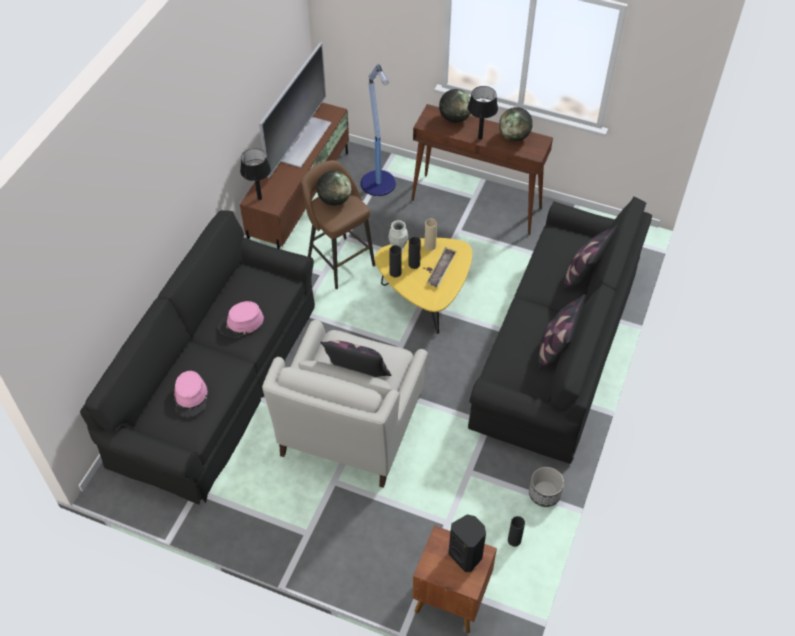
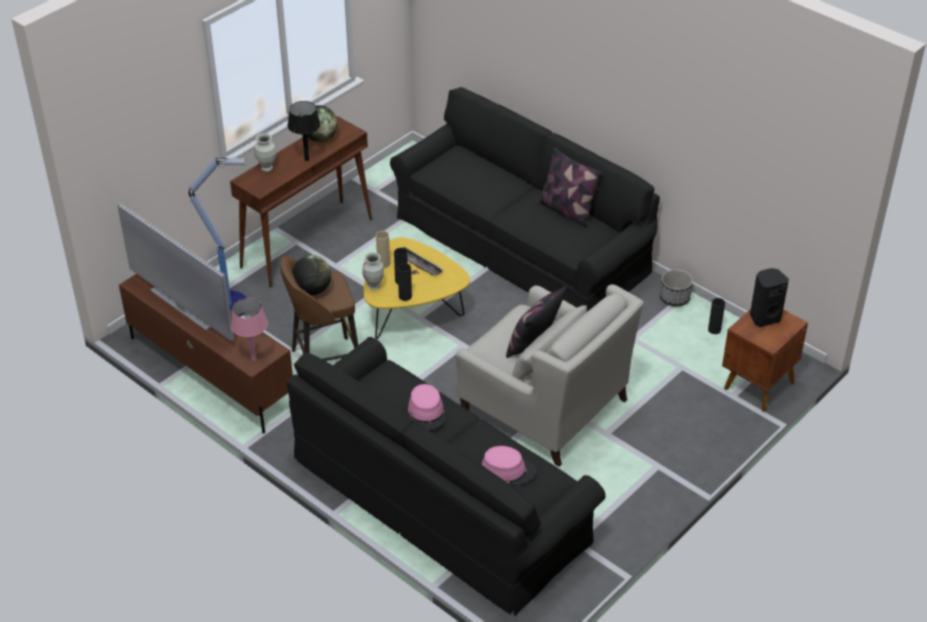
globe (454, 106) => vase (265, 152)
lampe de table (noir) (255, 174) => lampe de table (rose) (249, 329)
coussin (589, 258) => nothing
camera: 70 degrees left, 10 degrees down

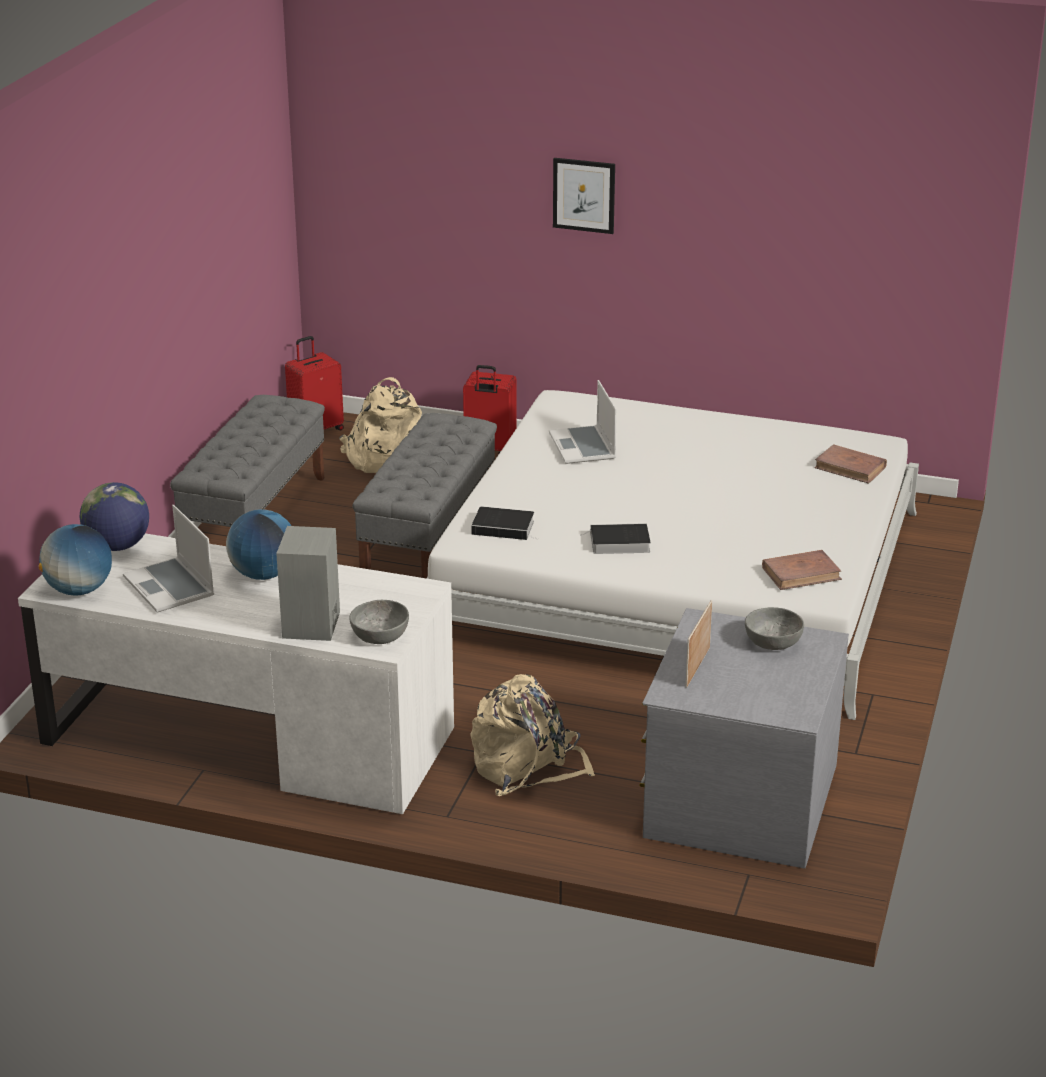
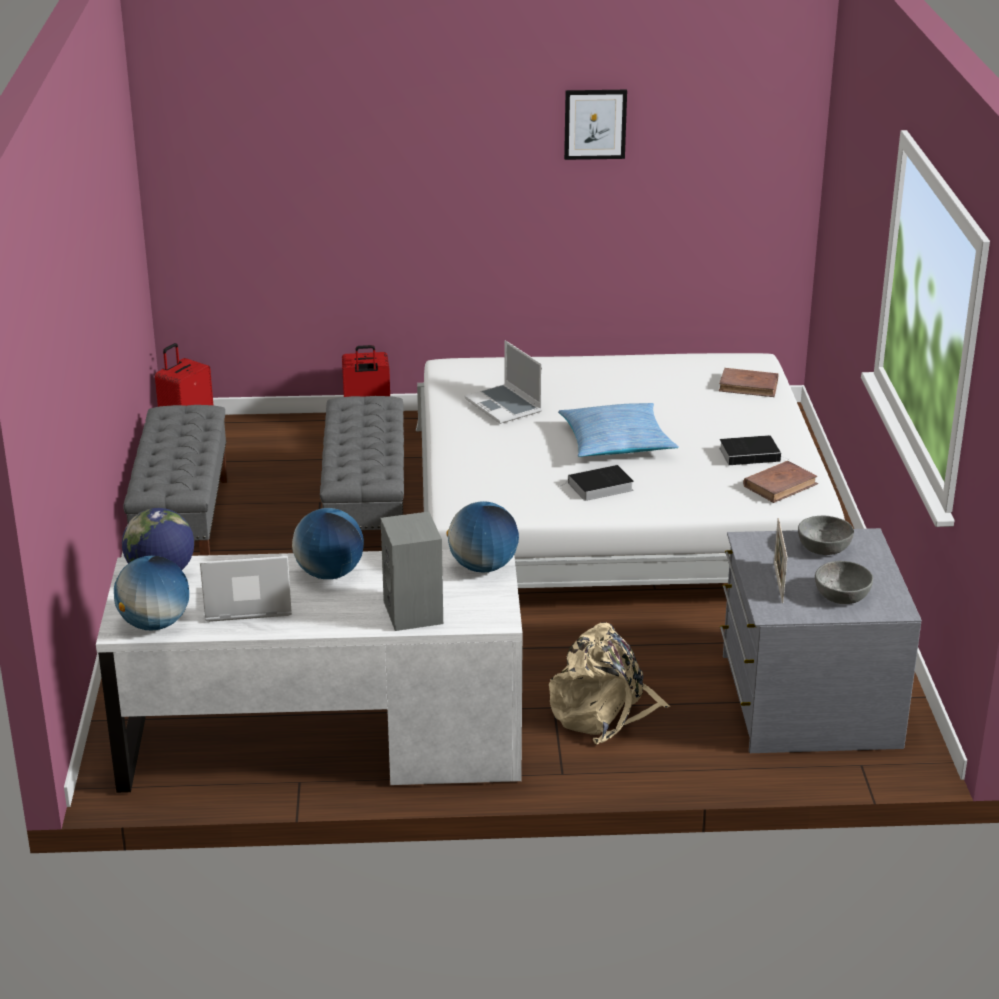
tableau (584, 196) => tableau (595, 125), shifted
sac à dos (beige) (380, 425) => nothing
ordinateur portable (168, 559) => ordinateur portable (246, 589), 135 degrees clockwise
livre (504, 523) => livre (754, 450), shifted
bol (gris) (379, 622) => bol (gris) (844, 582), shifted
nothing => coussin (618, 430)
nothing => globe (482, 537)
camera: 20 degrees left, 0 degrees up

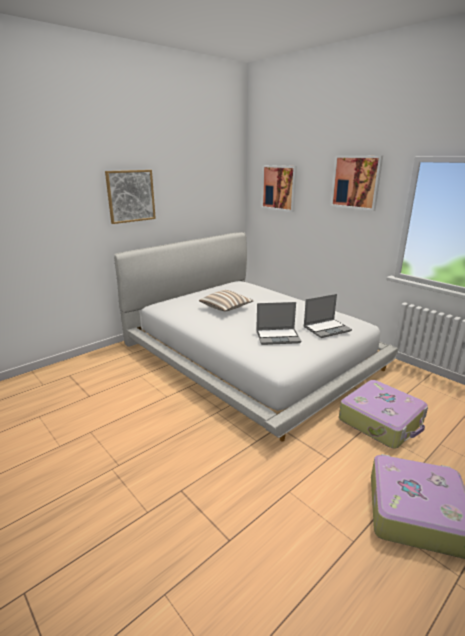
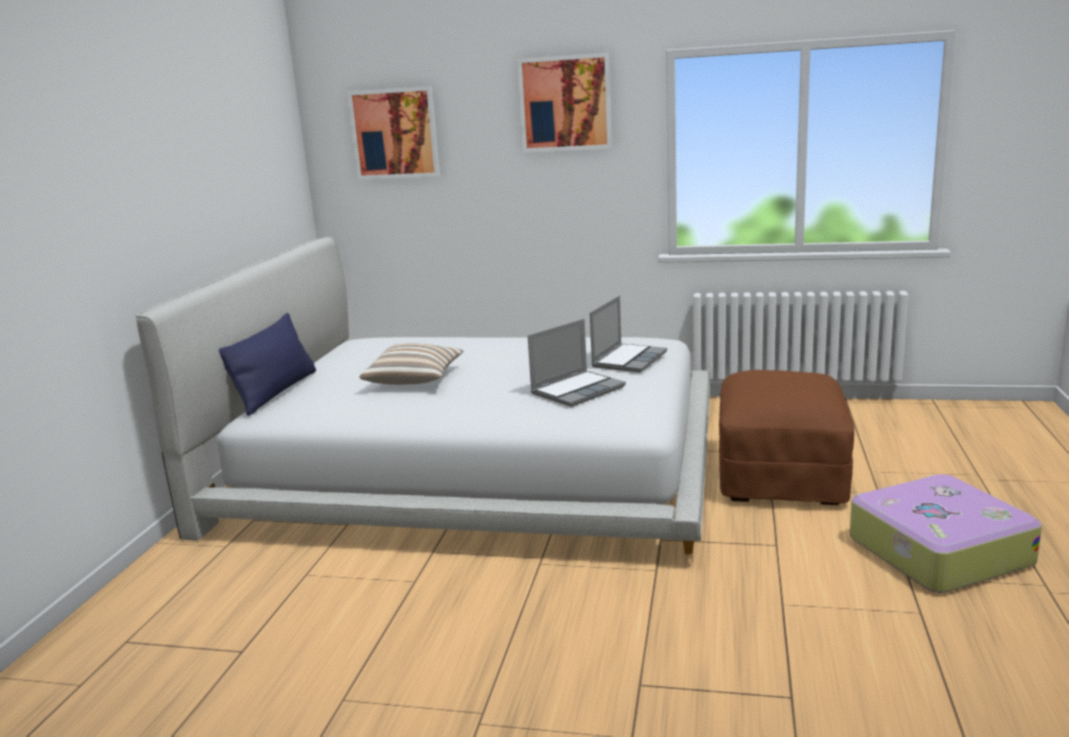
tableau (130, 197) => nothing
valise (383, 414) => pouf (marron) (786, 437)
nothing => coussin (bleu) (267, 364)
camera: 35 degrees left, 5 degrees down

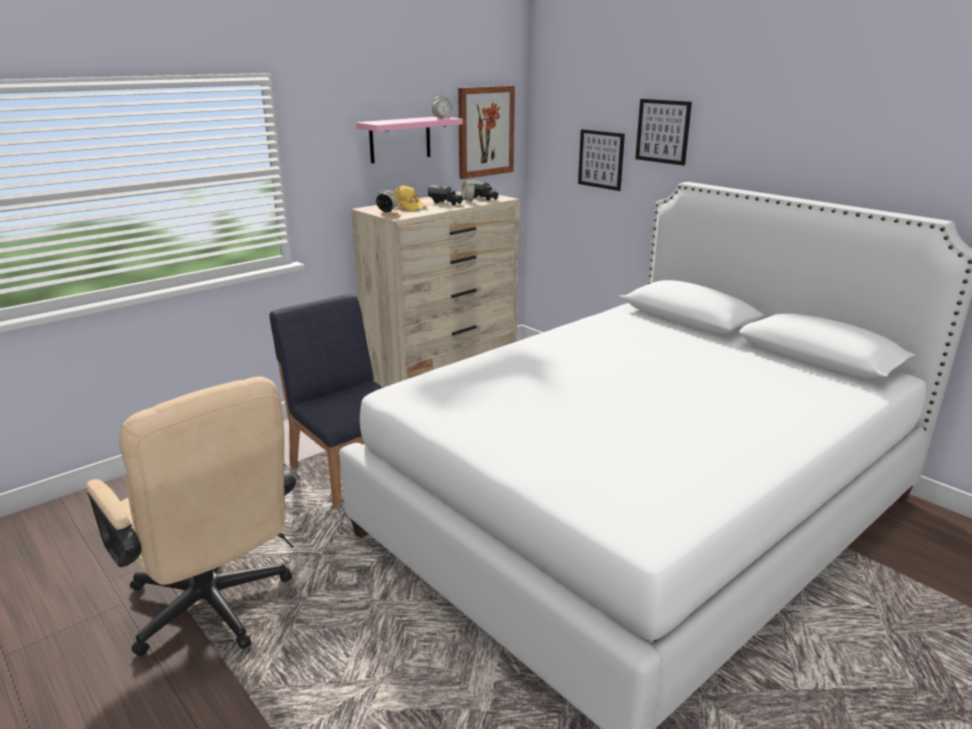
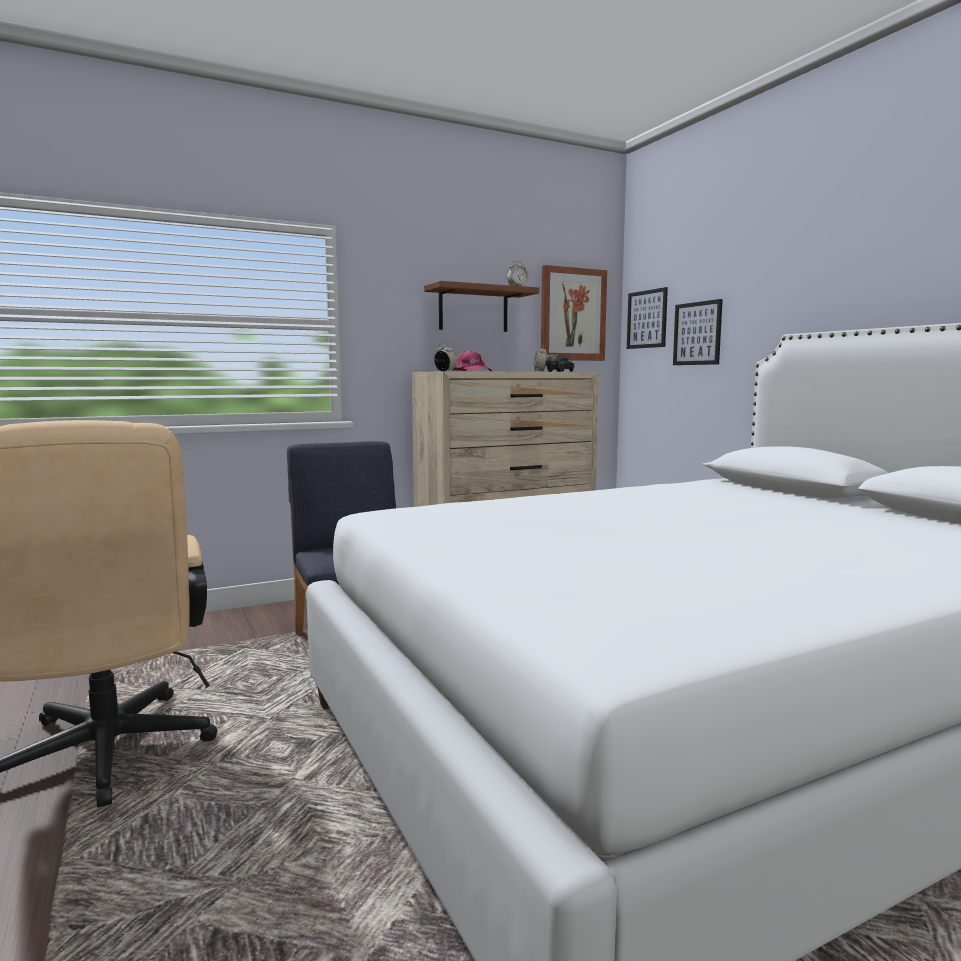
tableau (663, 132) => tableau (647, 318), shifted
étagère (rose) (409, 139) => étagère (marron) (481, 306)
casquette (jaune) (411, 197) => casquette (rose) (472, 360)
camion jouet (446, 195) => nothing
camera: 15 degrees right, 15 degrees down

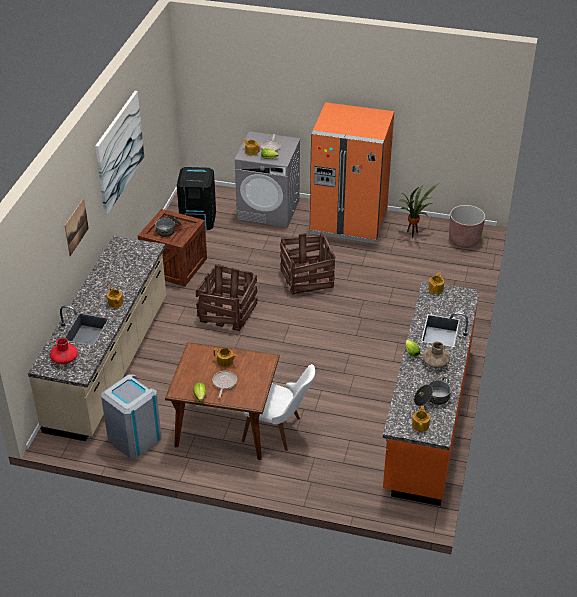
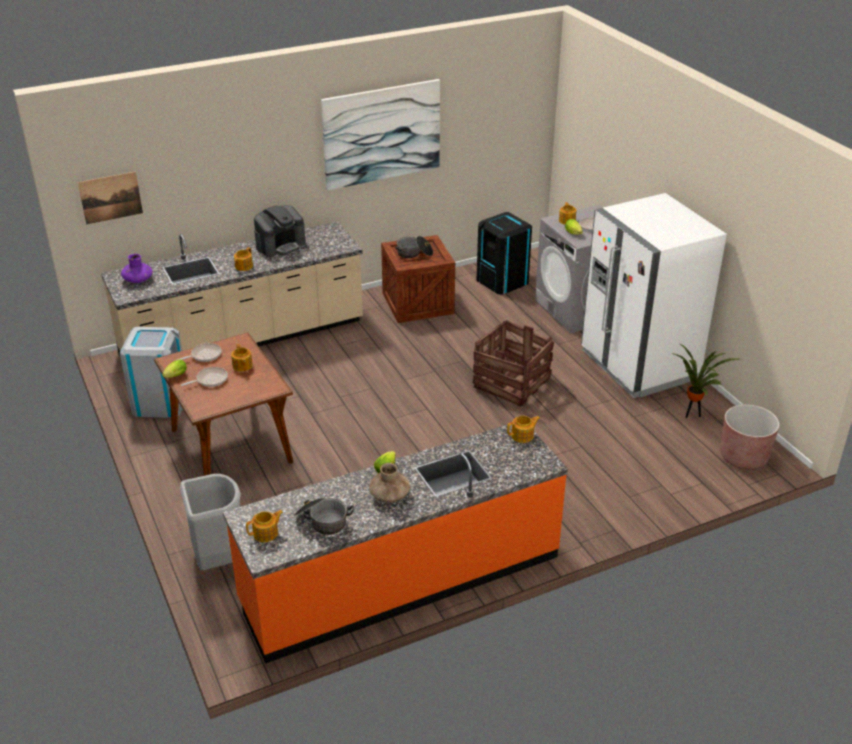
réfrigérateur (orange) (352, 173) => réfrigérateur (blanc) (654, 295)
tableau (76, 227) => tableau (110, 198), shifted
caisse (226, 297) => nothing
vase (rouge) (64, 351) => vase (violet) (137, 268)
chaise (blanc) (278, 407) => nothing
nothing => machine à café (280, 231)
nothing => poêle (199, 352)
nothing => poubelle (gris) (210, 522)
camera: 50 degrees right, 5 degrees down

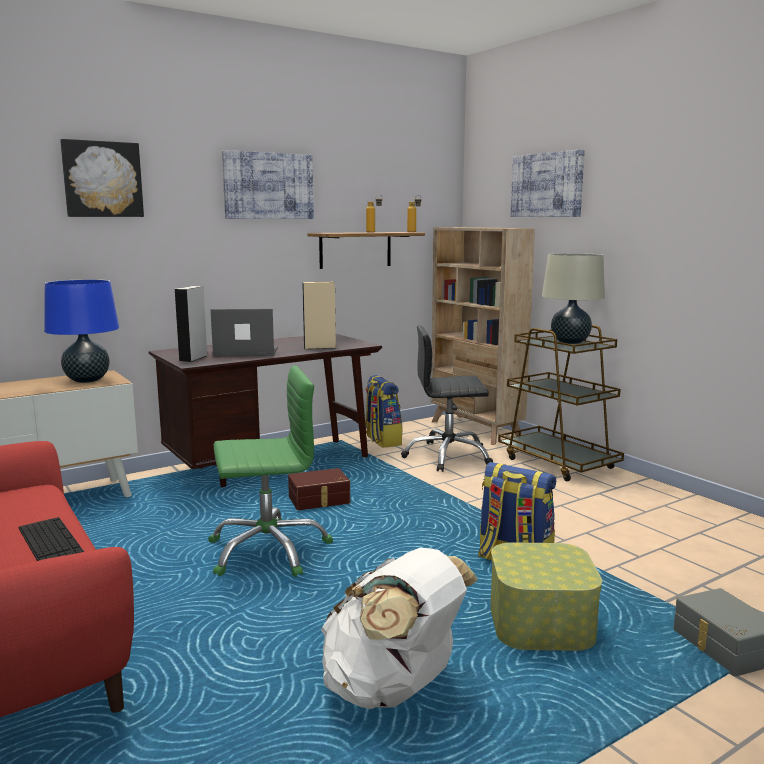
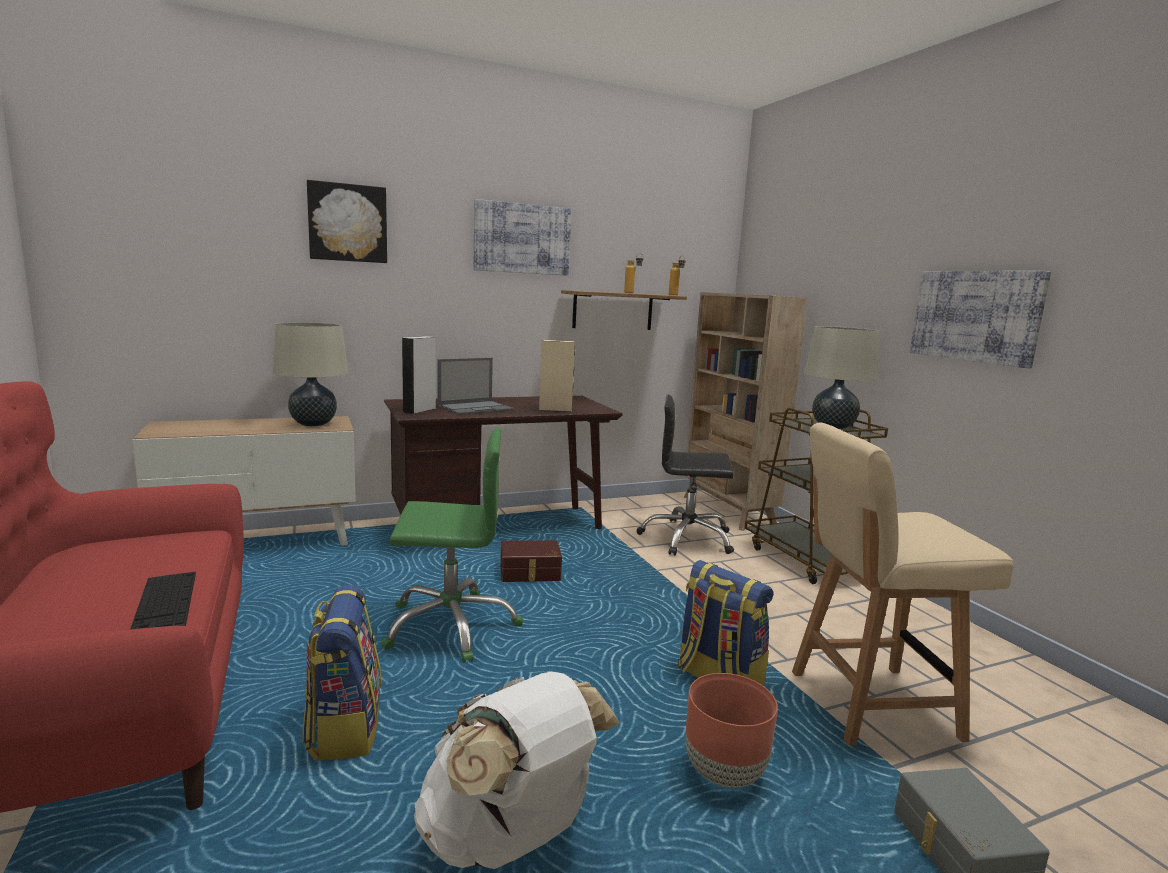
tableau (547, 183) => tableau (980, 319), shifted
lampe de table (bleu) (81, 331) => lampe de table (beige) (310, 374)
ordinateur portable (244, 332) => ordinateur portable (476, 386), 135 degrees clockwise
sac à dos (383, 411) => sac à dos (341, 673), shifted
boîte de rangement (546, 597) => cache-pot (marron) (731, 730)
nothing => chaise (beige) (903, 584)
camera: 10 degrees right, 0 degrees up

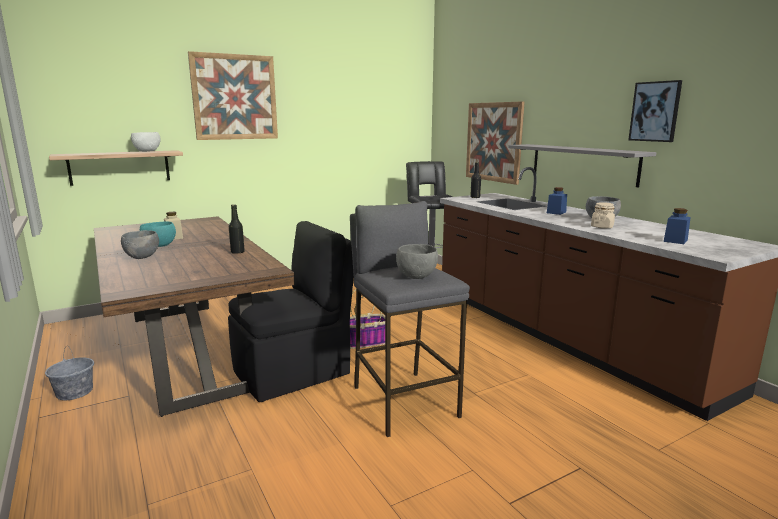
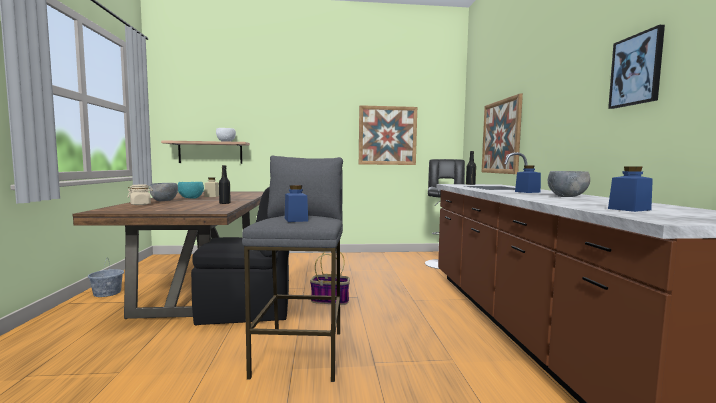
tableau (233, 95) => tableau (388, 135), shifted
étagère (gris) (582, 166) => nothing
bocal (beige) (603, 215) => bocal (beige) (140, 195), shifted
bol (gris) (417, 261) => bocal (bleu) (296, 203)
camera: 25 degrees right, 10 degrees down

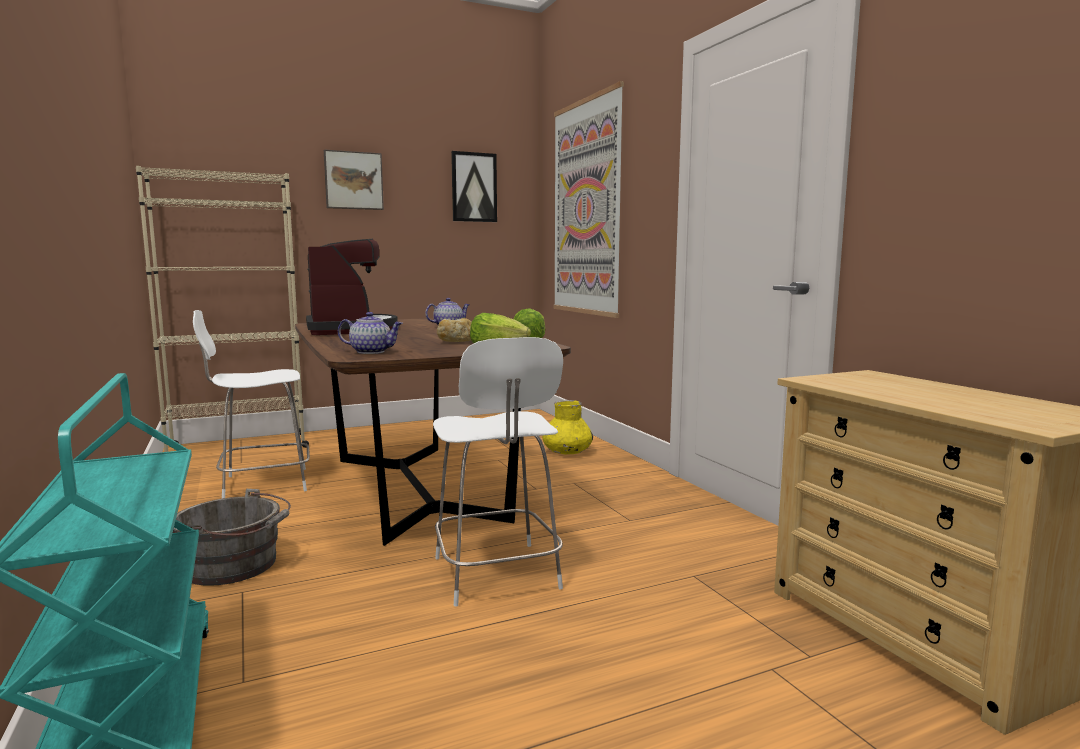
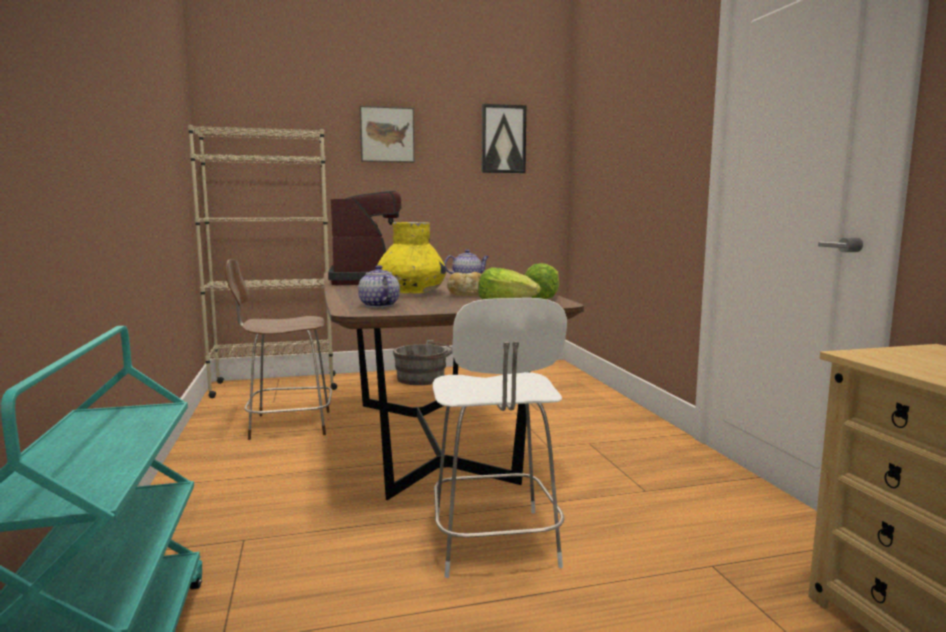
tableau (588, 199) => nothing
chaise (blanc) (251, 404) => chaise (marron) (278, 349)
théière (370, 333) => théière (379, 286), 135 degrees counterclockwise
vase (jaune) (567, 427) => vase (jaune) (412, 257), shifted
seau (gris) (232, 537) => seau (gris) (422, 362), shifted
camera: 10 degrees right, 0 degrees up

